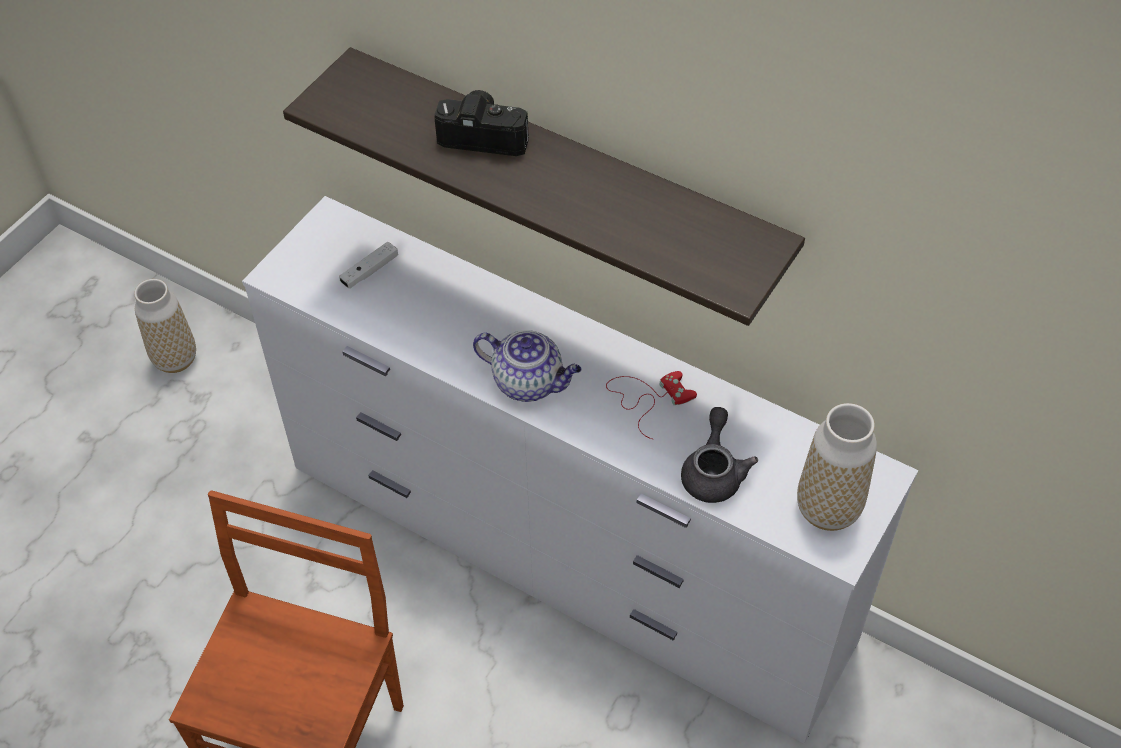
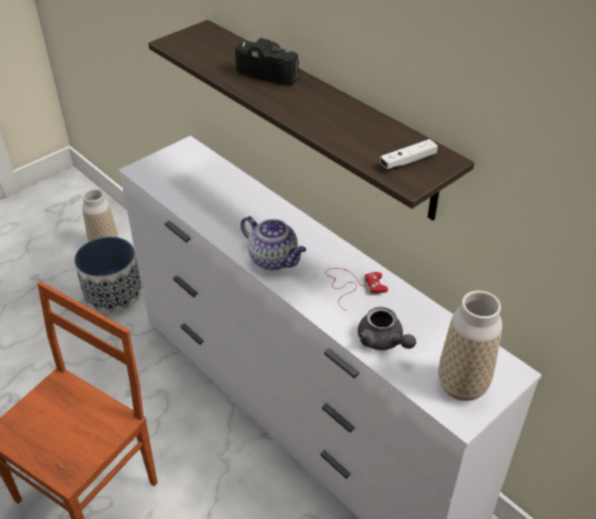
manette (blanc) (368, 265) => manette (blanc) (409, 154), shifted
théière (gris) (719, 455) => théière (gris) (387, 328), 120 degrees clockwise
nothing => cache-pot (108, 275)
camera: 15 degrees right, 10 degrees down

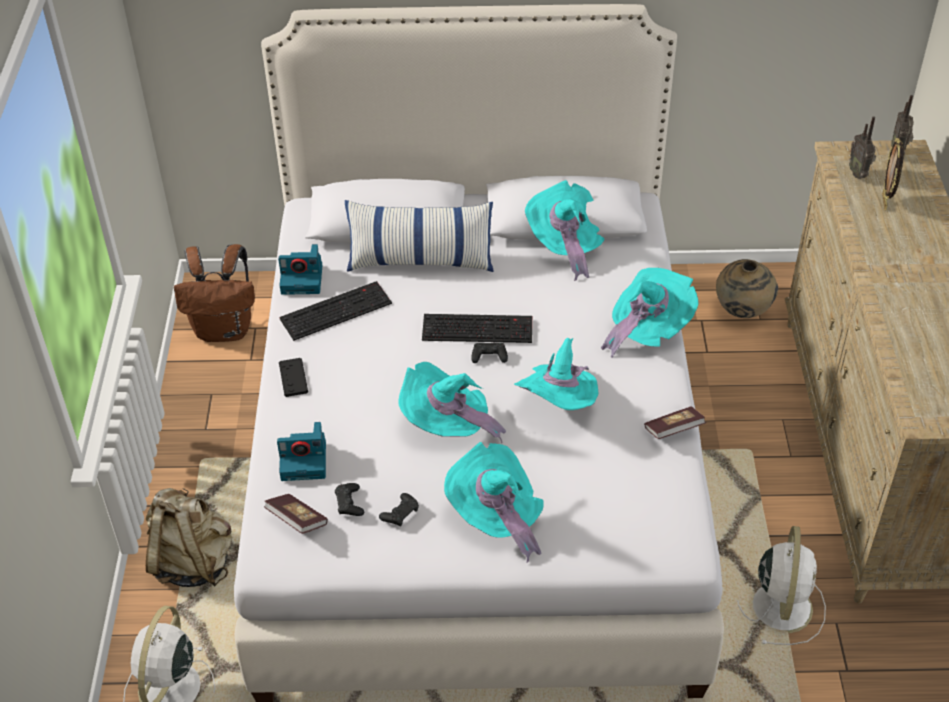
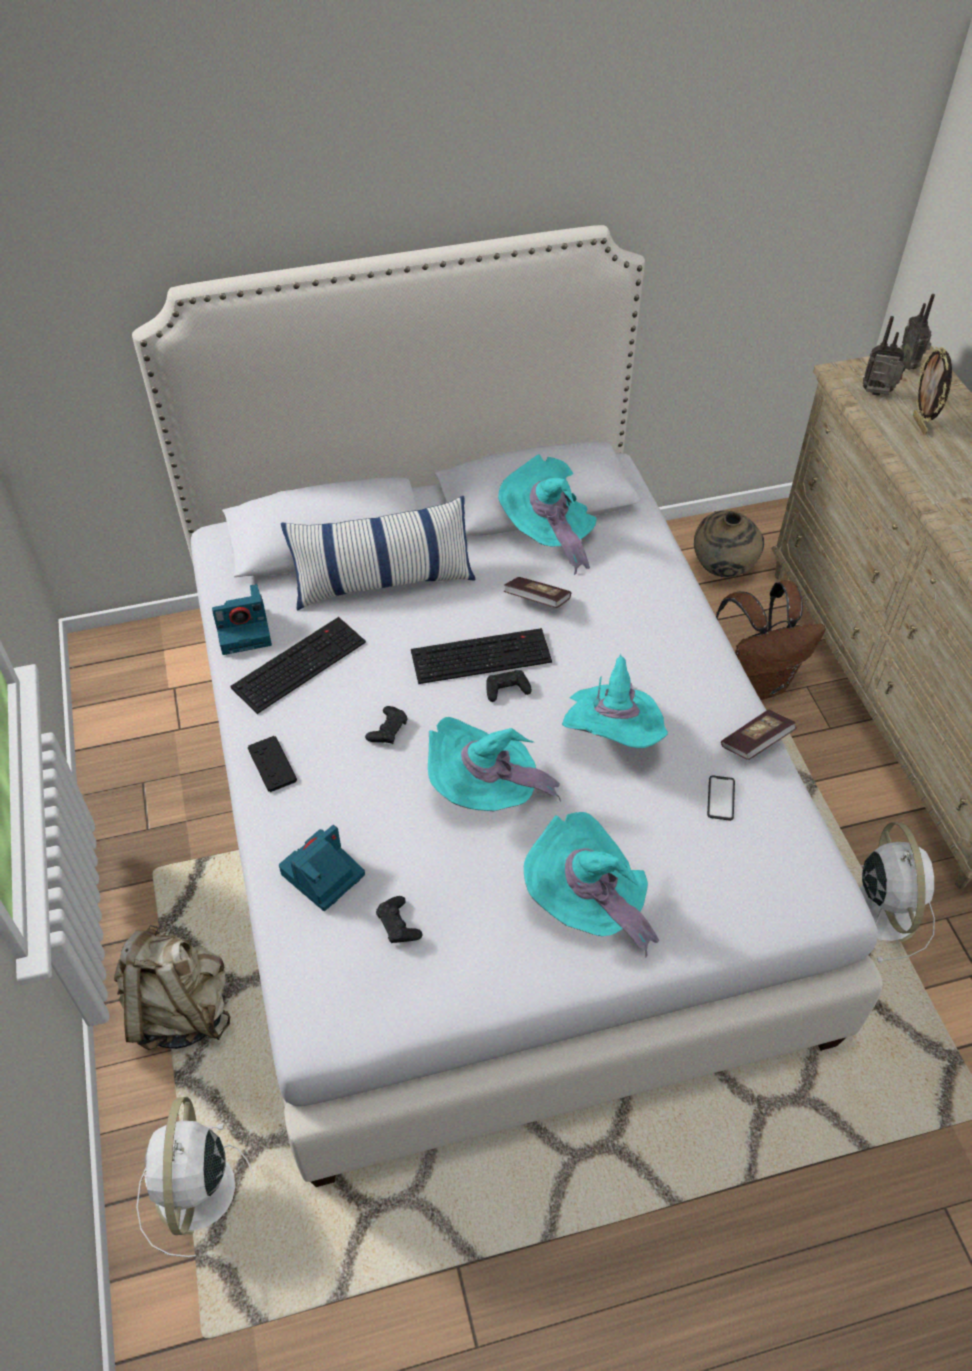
radio (862, 148) => radio (884, 356), 135 degrees clockwise
sac à dos (marron) (214, 293) => sac à dos (marron) (771, 640), shifted
chapeau (turquoise) (649, 313) => nothing
appareil photo (301, 451) => appareil photo (322, 868), 150 degrees clockwise
manette (noir) (399, 510) => manette (noir) (386, 725), shifted
livre (296, 514) => livre (537, 592), shifted
nothing => téléphone (721, 798)
camera: 15 degrees left, 5 degrees up

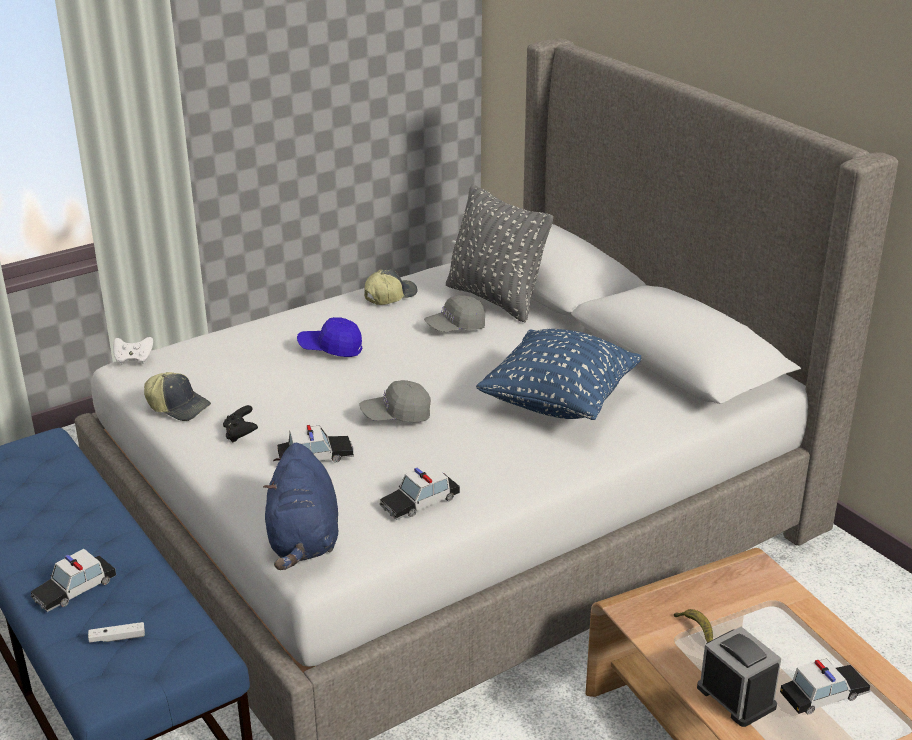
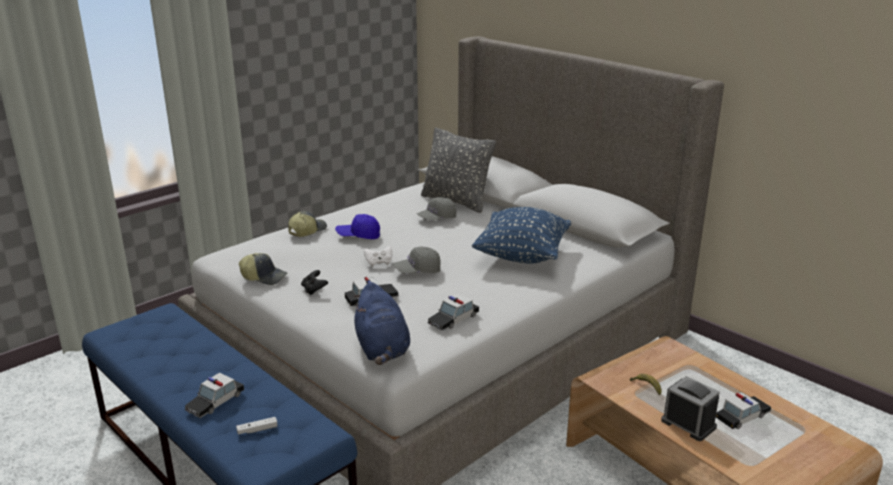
casquette (391, 287) => casquette (307, 224), shifted
manette (blanc) (133, 351) => manette (blanc) (378, 256), shifted
camera: 10 degrees left, 5 degrees down

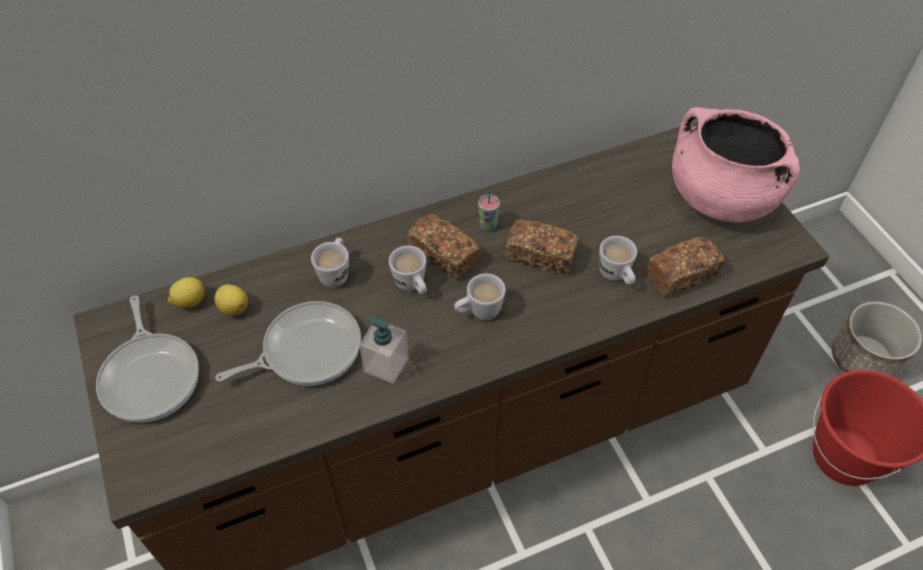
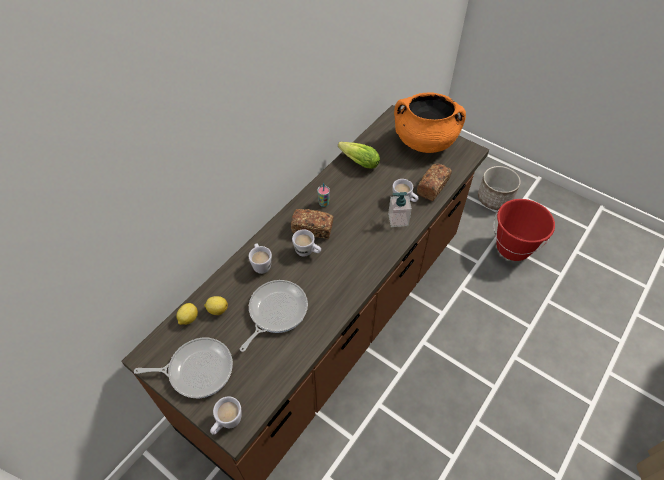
marmite (rose) (736, 164) => marmite (orange) (430, 122)
pain (542, 247) => nothing
mug (blanc) (480, 296) => mug (blanc) (225, 415), shifted
poêle (147, 359) => poêle (183, 368), 45 degrees counterclockwise
distributeur de savon (384, 350) => distributeur de savon (400, 209), shifted
nothing => laitue (359, 155)
camera: 30 degrees left, 0 degrees up

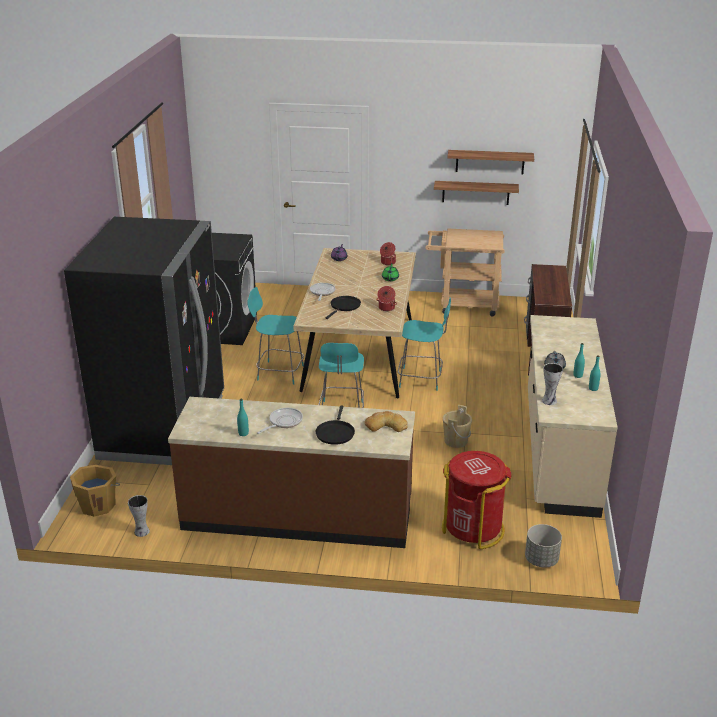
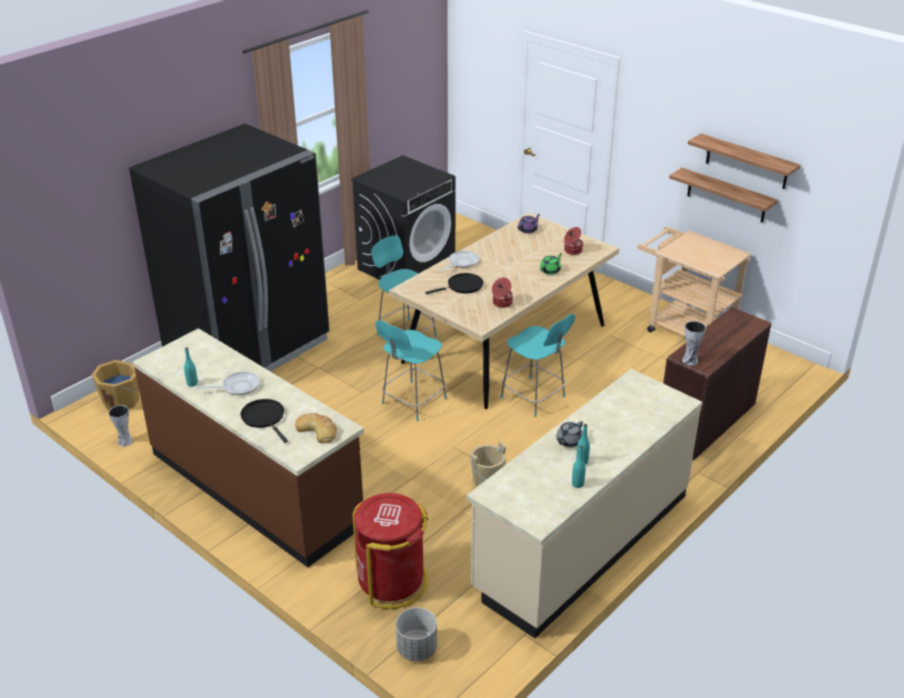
vase (552, 384) => vase (694, 343), shifted
poêle (noir) (335, 425) => poêle (noir) (264, 421), 105 degrees clockwise
camera: 35 degrees right, 5 degrees up

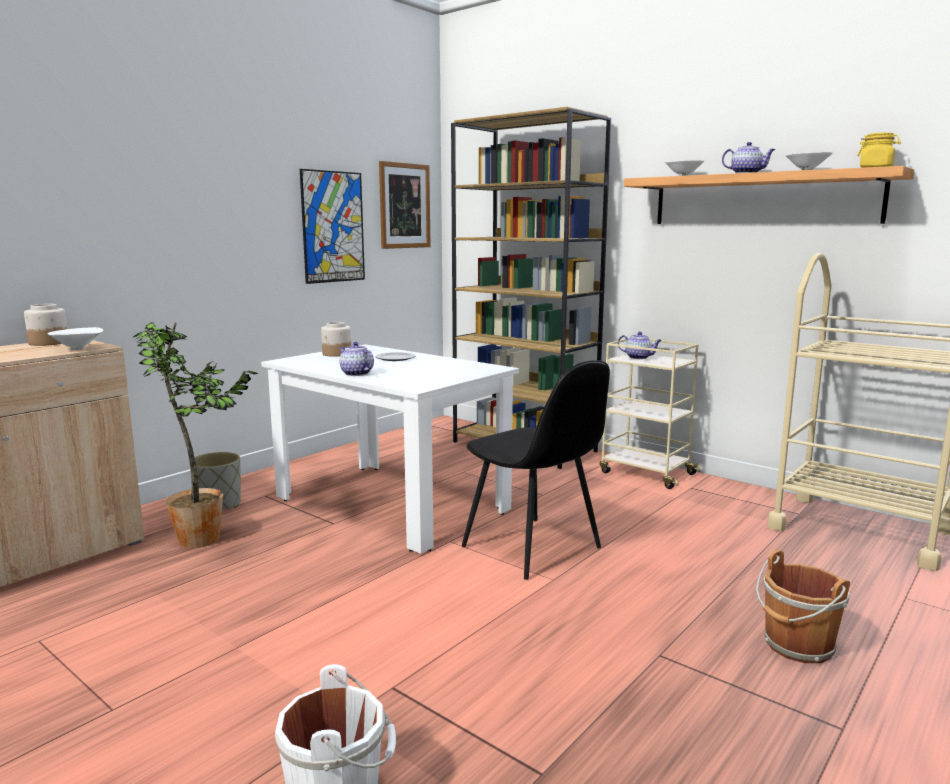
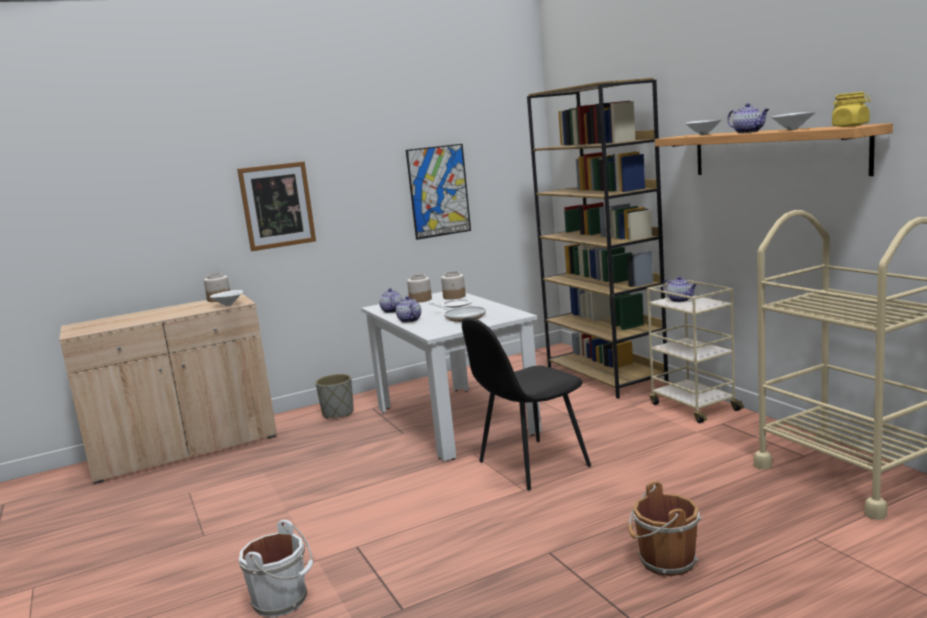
tableau (405, 205) => tableau (276, 206), shifted
plante en pot (196, 435) => nothing
chaise (noir) (536, 470) => chaise (noir) (526, 404), 75 degrees clockwise
nothing => bocal (453, 285)
nothing => théière (391, 300)
nothing => poêle (457, 312)
camera: 25 degrees right, 0 degrees up

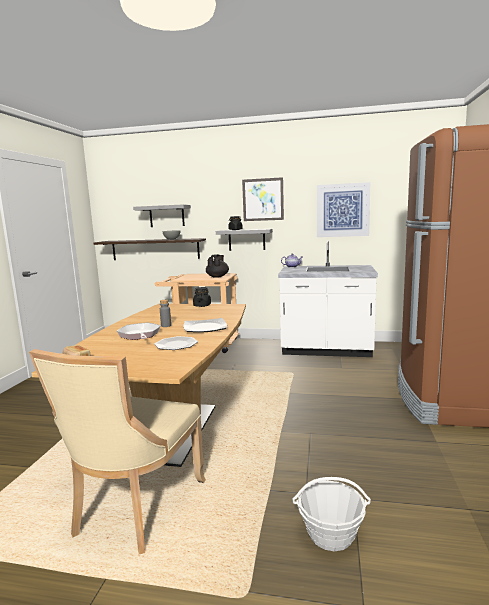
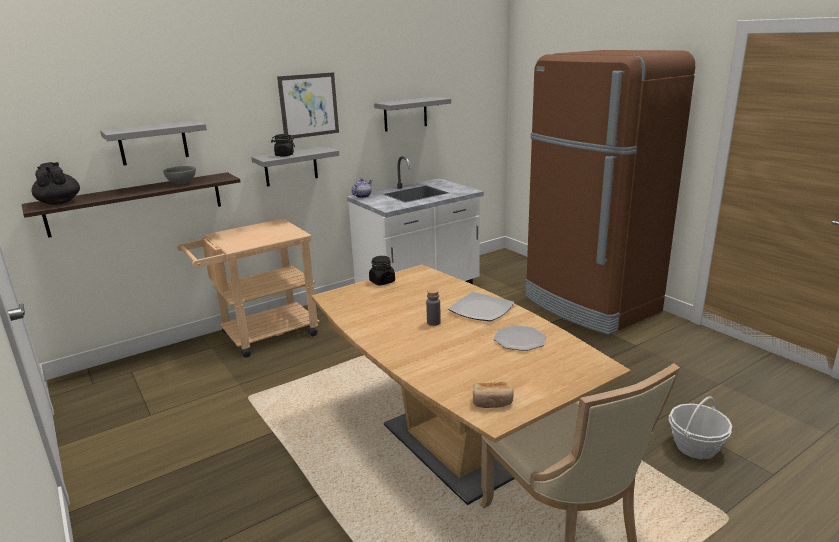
tableau (343, 209) => étagère (gris) (412, 114)
théière (noir) (217, 266) => théière (noir) (56, 183), shifted
poêle (139, 331) => nothing
camera: 45 degrees left, 10 degrees up

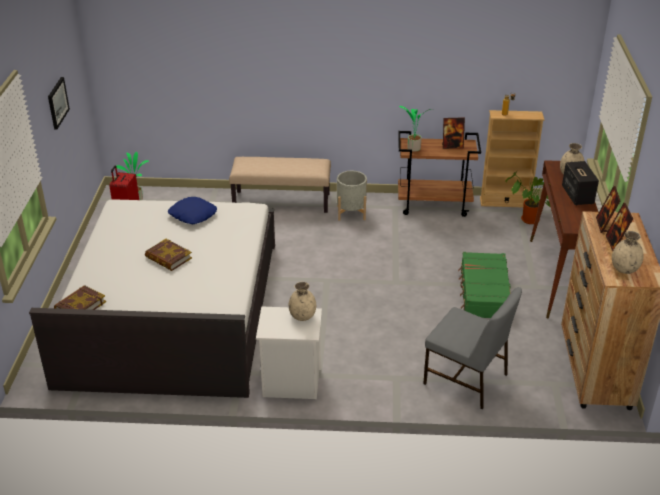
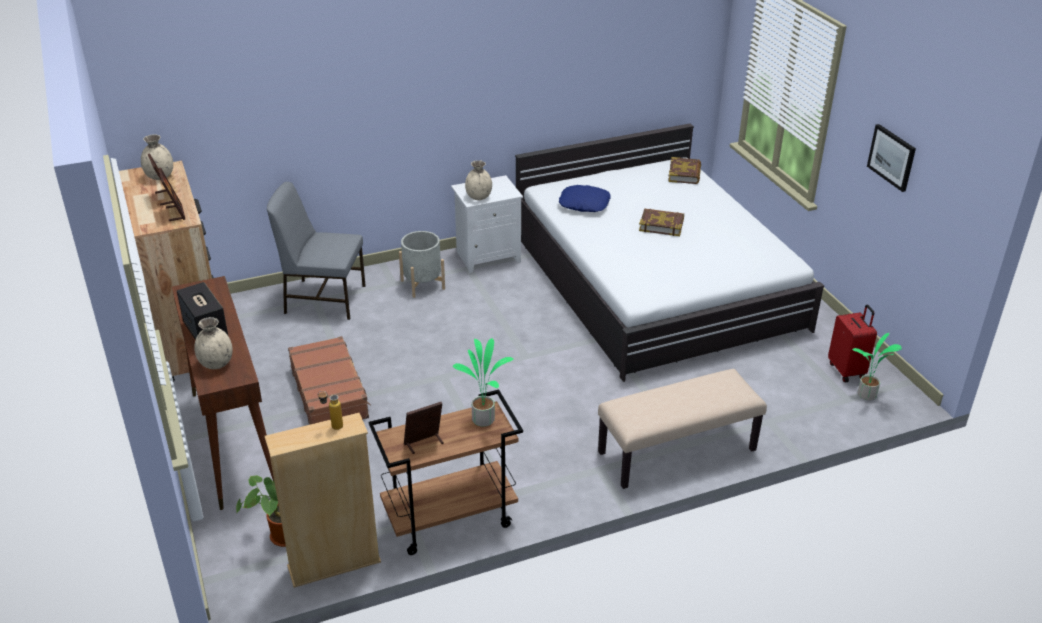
cache-pot (gris) (352, 196) => cache-pot (gris) (422, 264), shifted
coussin (bleu) (192, 210) => coussin (bleu) (585, 198), shifted
valise (vert) (484, 285) => valise (marron) (329, 380)
camera: 155 degrees right, 0 degrees up

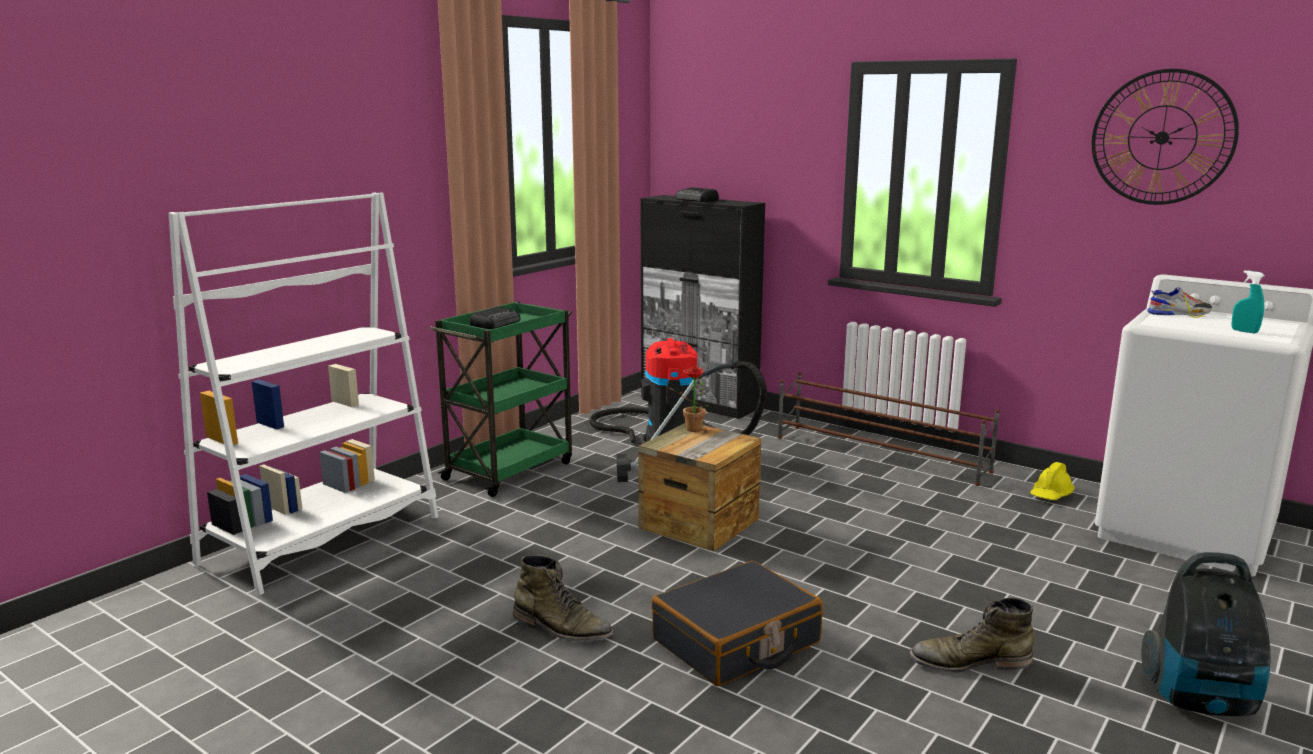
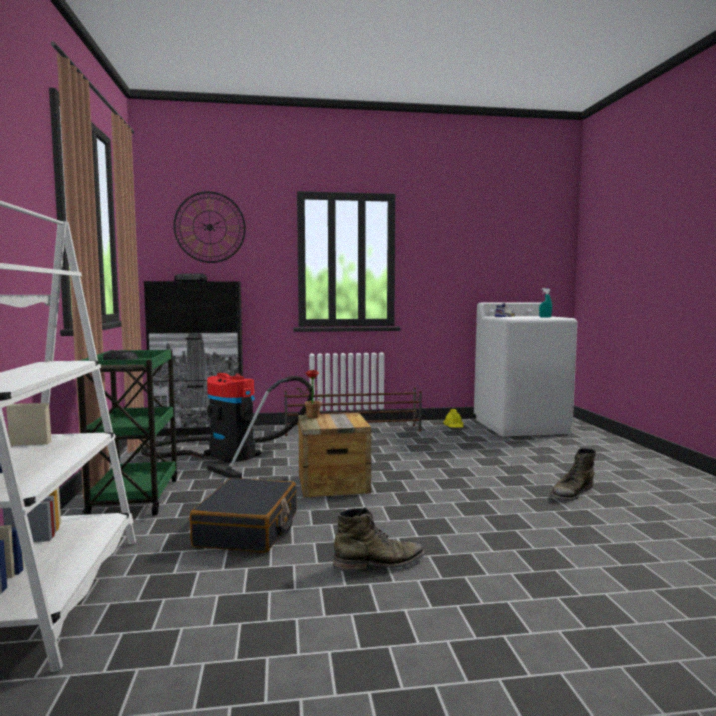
horloge murale (1165, 137) => horloge murale (209, 227), shifted
aspirateur (1205, 634) => nothing
valise (noir) (737, 623) => valise (noir) (243, 515), shifted
camera: 45 degrees left, 10 degrees down

